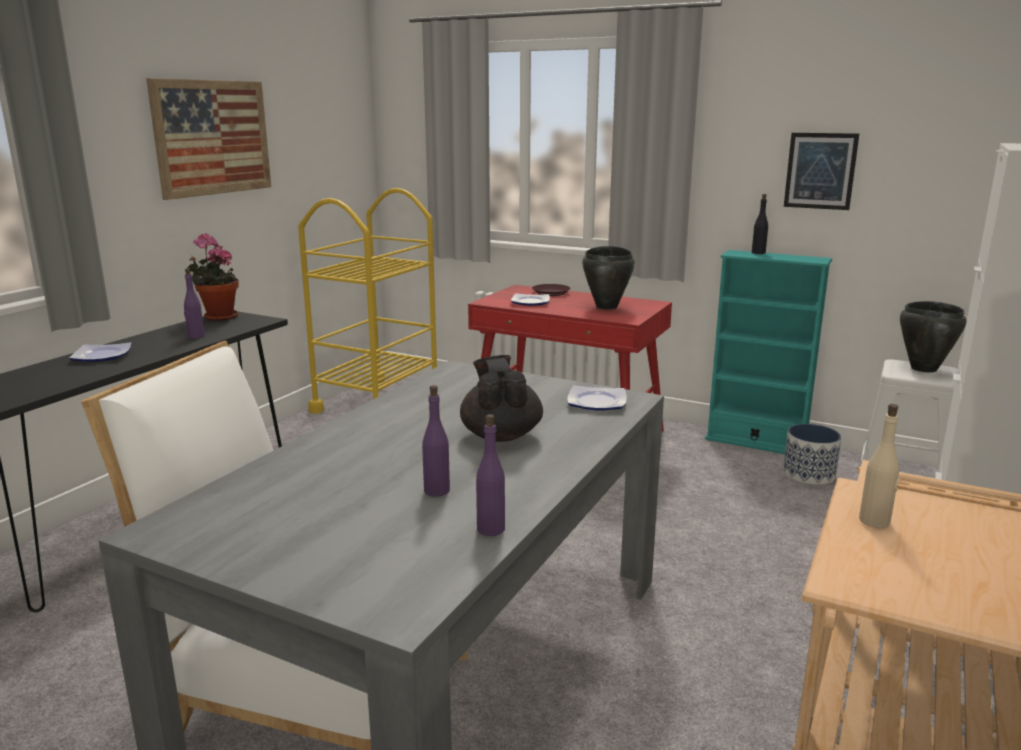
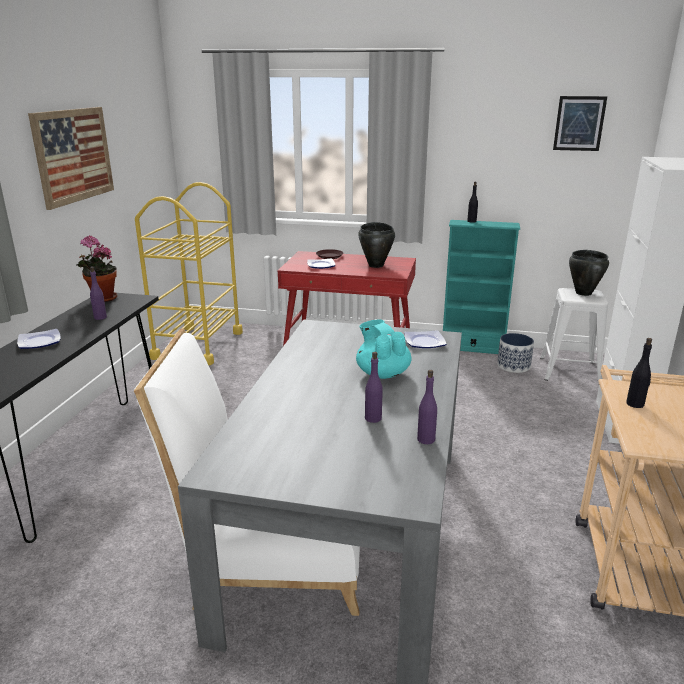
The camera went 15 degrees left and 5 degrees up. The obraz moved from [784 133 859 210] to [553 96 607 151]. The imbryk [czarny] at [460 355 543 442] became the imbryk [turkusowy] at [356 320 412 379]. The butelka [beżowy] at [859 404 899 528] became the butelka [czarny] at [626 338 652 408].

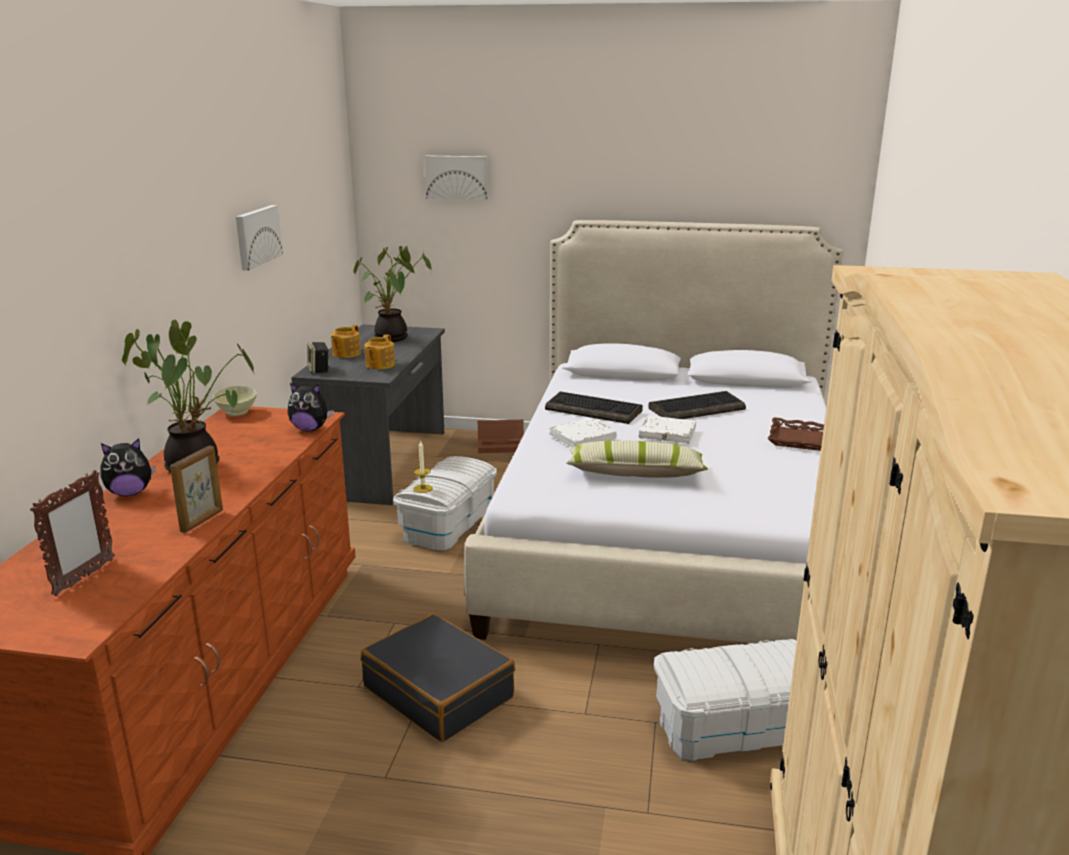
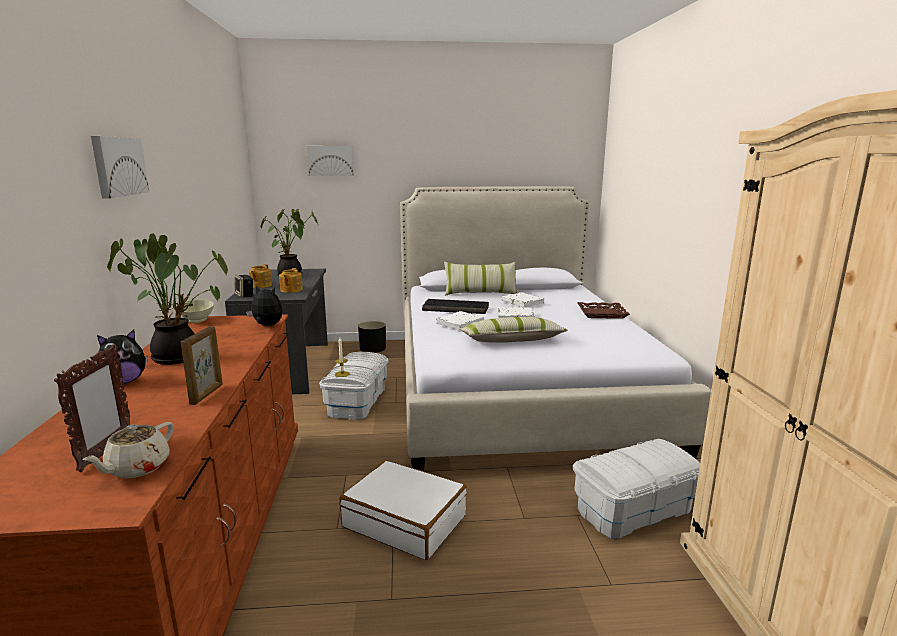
The camera went 15 degrees left and 5 degrees down. The obraz moved from [236 205 283 271] to [91 136 149 199]. The pluszak at [288 383 334 431] turned 150 degrees counterclockwise. The klawiatura at [648 391 746 419] was replaced by the książka [biały] at [502 292 544 307]. The pojemnik do przechowywania [brązowy] at [478 420 524 453] was replaced by the donica [czarny] at [358 321 386 353]. The walizka [czarny] at [361 613 515 742] became the walizka [biały] at [340 460 467 560]. The poduszka at [444 262 517 296] appeared. The imbryk [beżowy] at [82 422 174 478] appeared.

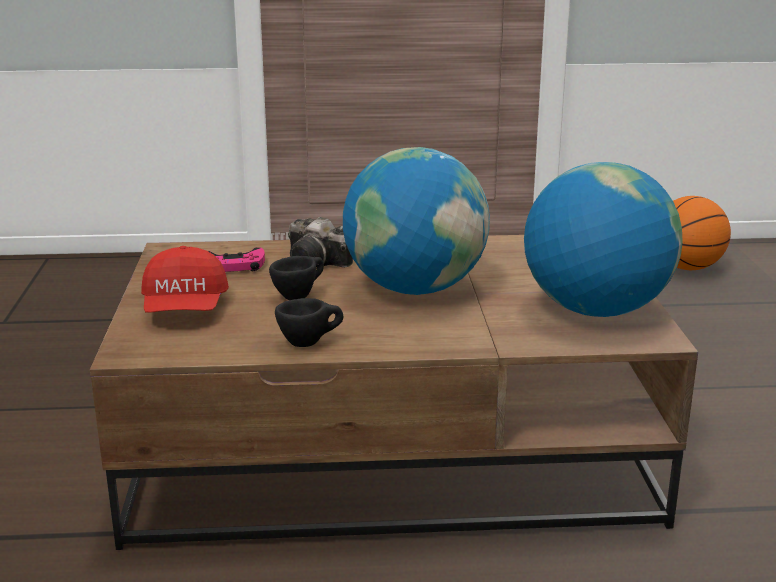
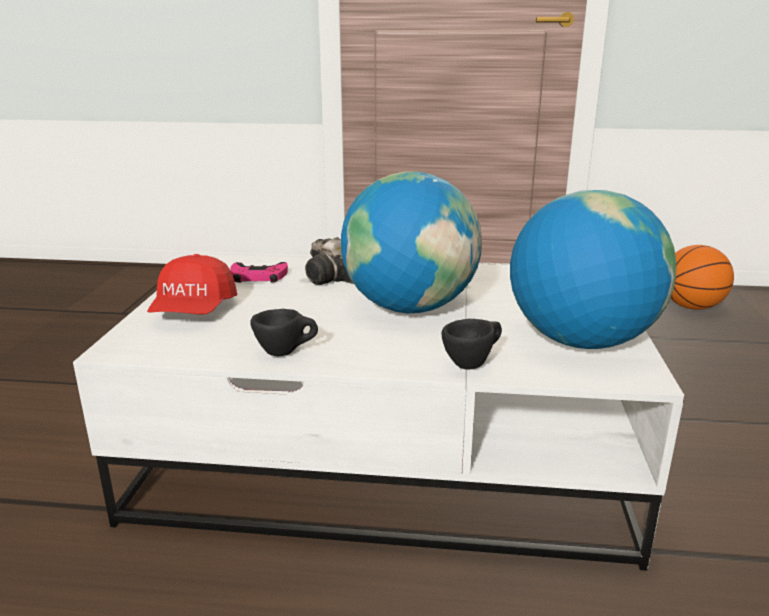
The camera went 10 degrees right and 0 degrees up. The ława [brązowy] at [90 235 698 550] became the ława [biały] at [73 254 685 571]. The filiżanka [czarny] moved from [269 256 324 300] to [442 319 502 369].

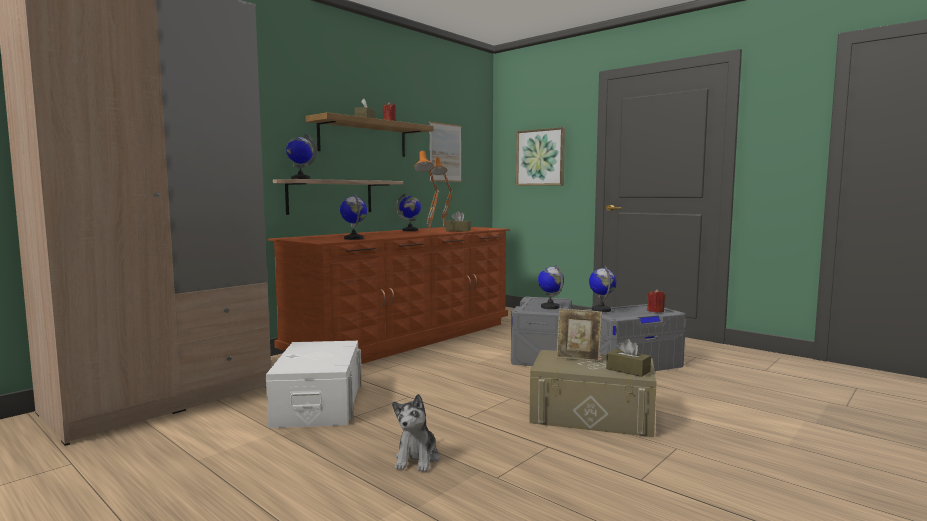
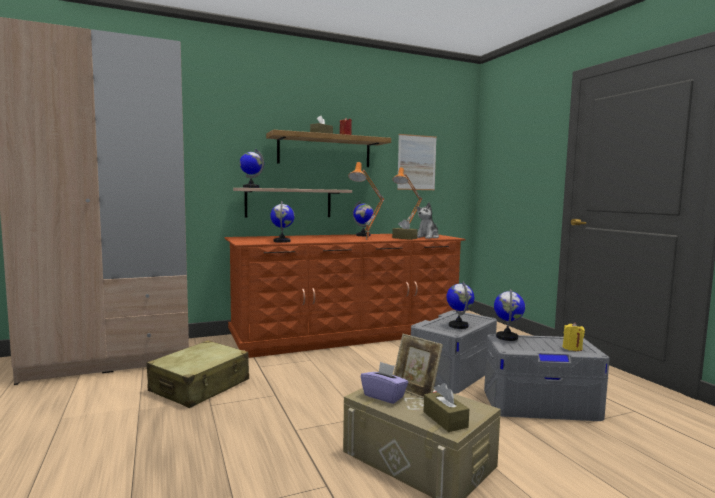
The camera went 25 degrees right and 0 degrees up. The obraz at [516 127 565 186] disappeared. The świeca [czerwony] at [647 289 666 313] became the świeca [żółty] at [562 322 585 351]. The pojemnik do przechowywania [biały] at [265 341 362 428] was replaced by the walizka [beżowy] at [147 340 249 408]. The pluszak moved from [392 394 439 472] to [417 202 439 239]. The pudełko chusteczek [fioletowy] at [361 362 408 404] appeared.

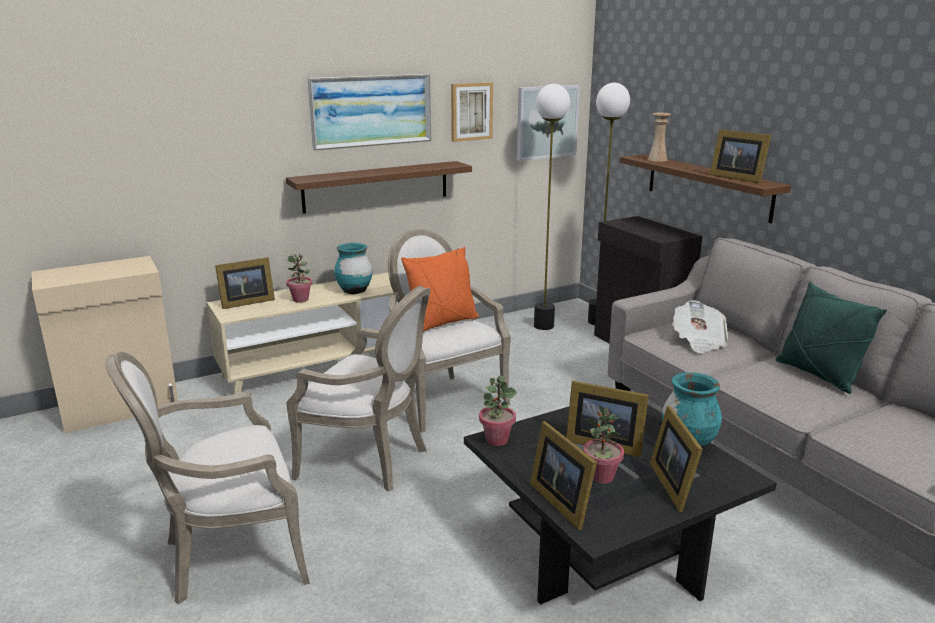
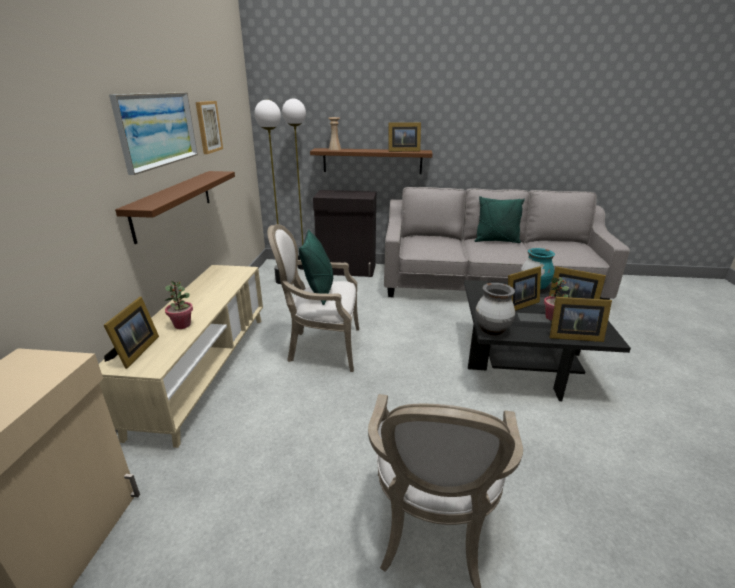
The camera went 55 degrees left and 5 degrees up. The obraz at [517 85 580 161] disappeared. The wazon [turkusowy] at [334 243 372 294] disappeared. The poduszka [pomarańczowy] at [401 247 479 332] became the poduszka [zielony] at [299 229 334 305]. The fotel at [286 286 430 492] disappeared. The gazeta at [672 300 728 353] disappeared. The roślina doniczkowa at [479 376 517 446] was replaced by the wazon [szary] at [475 283 515 335].

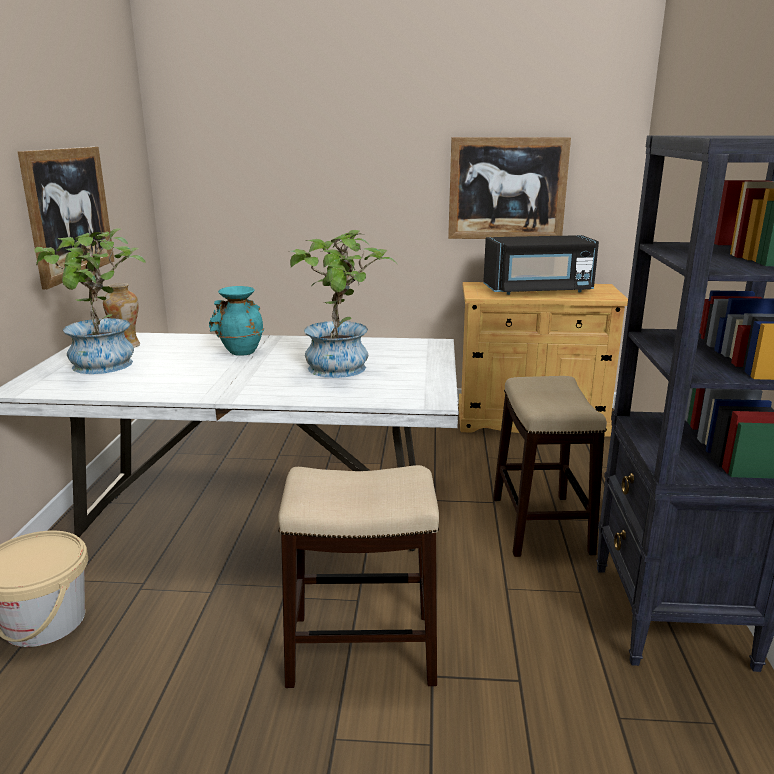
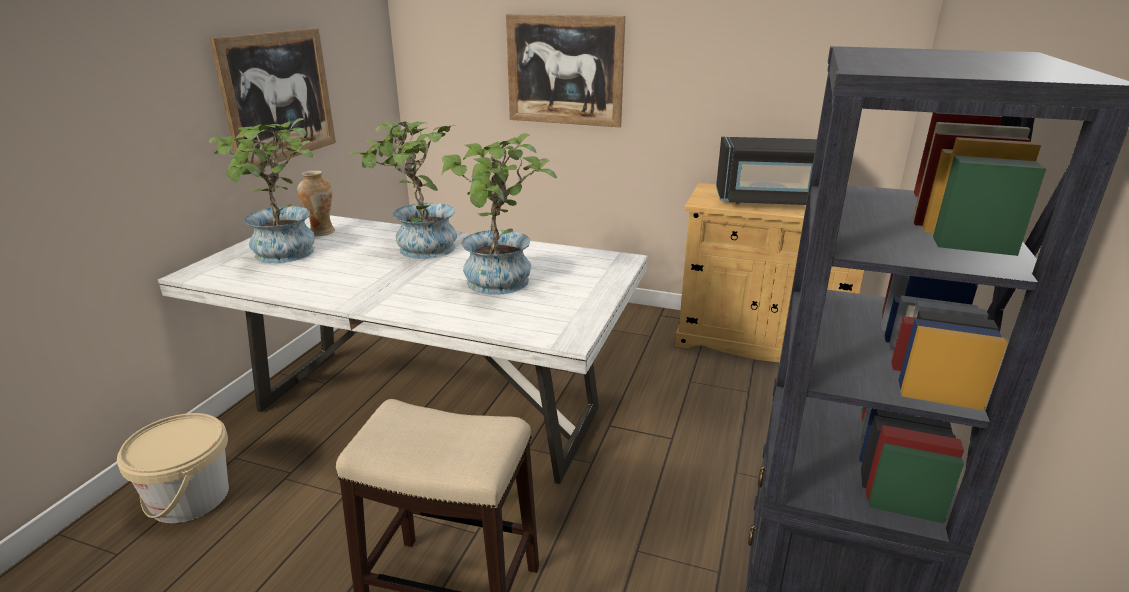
The camera went 15 degrees right and 5 degrees up. The obraz moved from [448 137 571 239] to [506 14 625 127]. The wazon [turkusowy] at [209 286 264 356] was replaced by the roślina doniczkowa at [349 122 457 259]. The stołek at [493 376 607 557] disappeared.

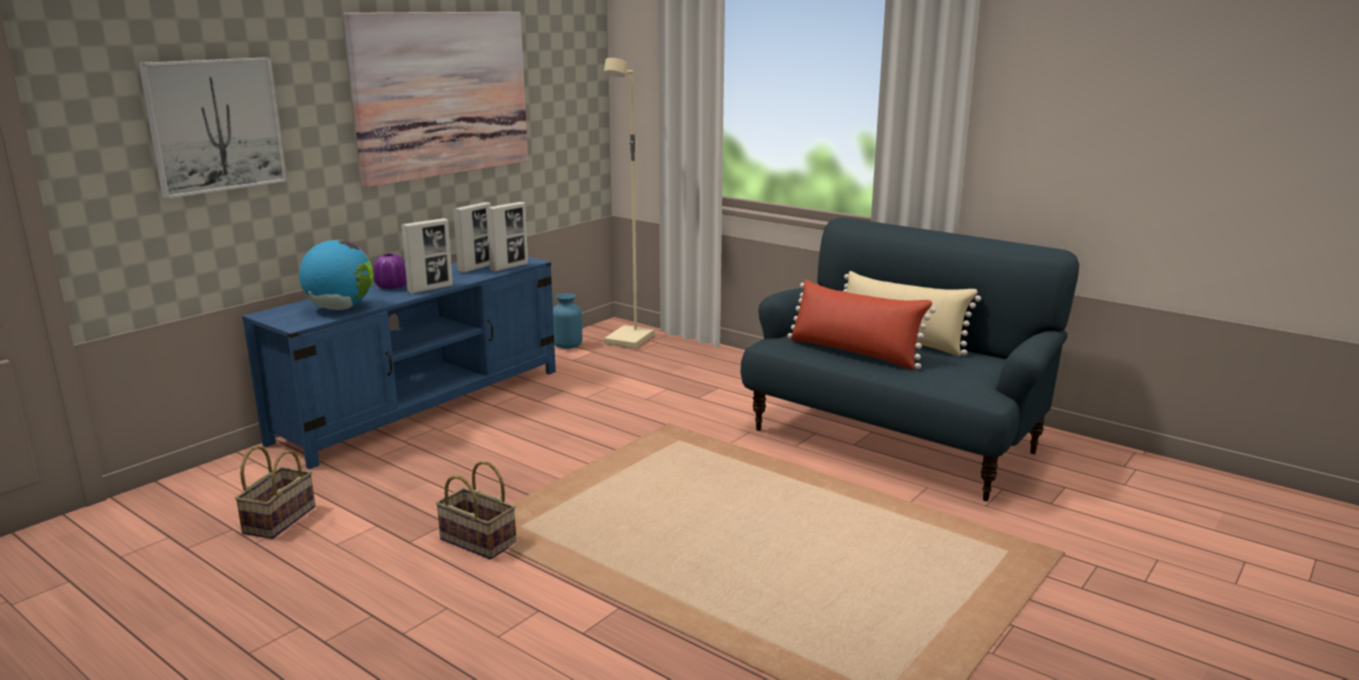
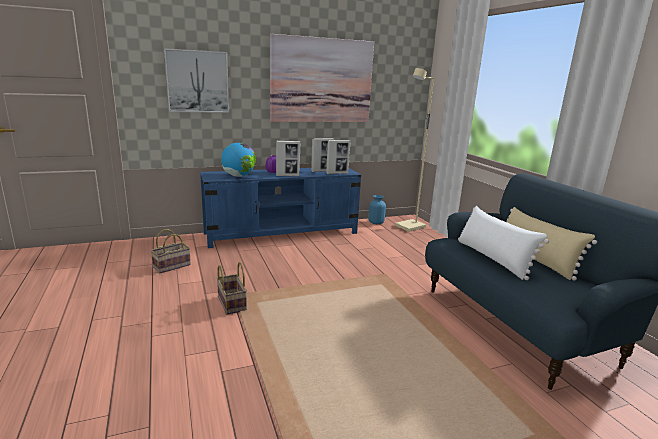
The camera went 30 degrees right and 0 degrees up. The poduszka [czerwony] at [787 280 936 370] became the poduszka [biały] at [458 206 549 280].

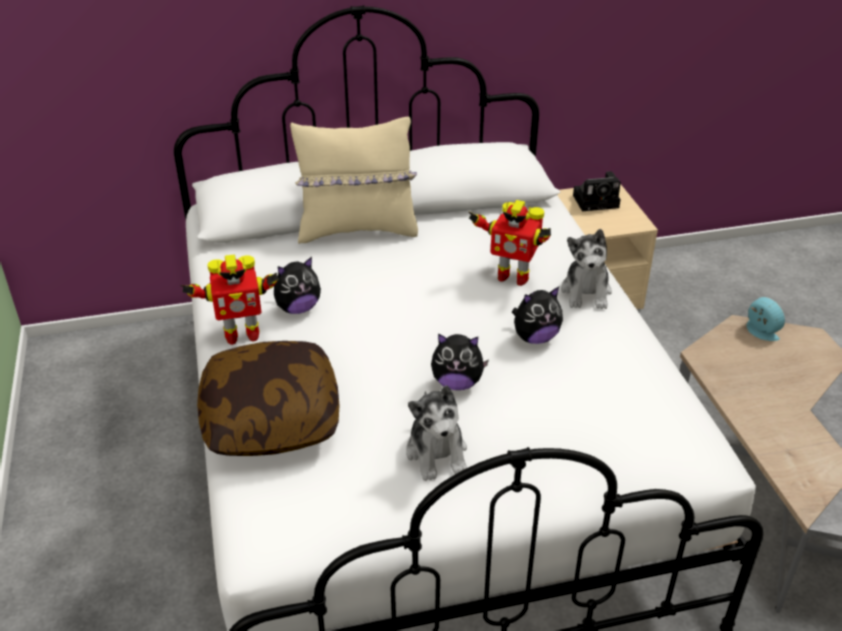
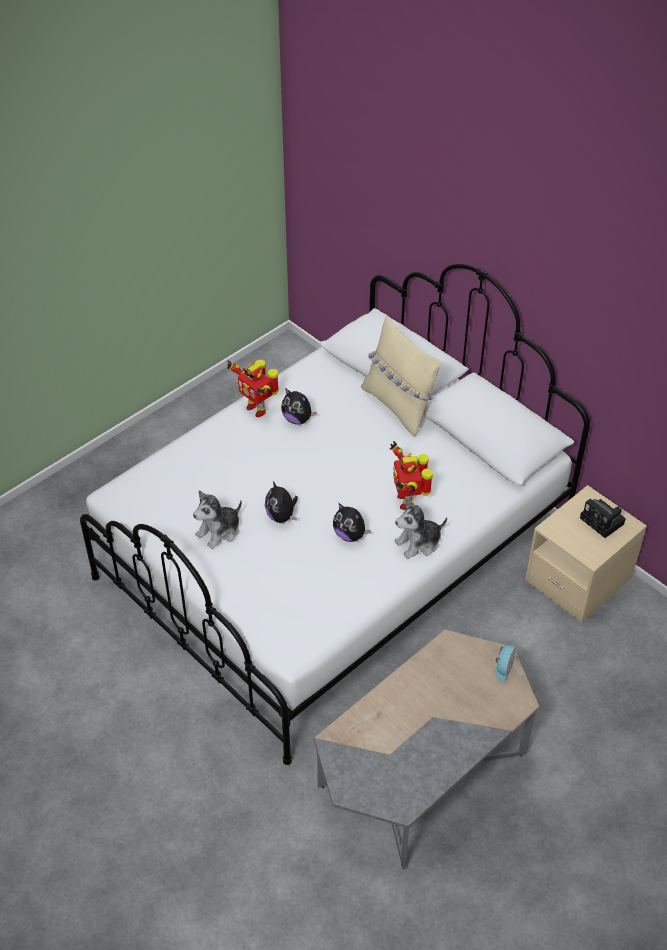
The camera went 60 degrees right and 10 degrees up. The poduszka at [197 341 339 456] disappeared.

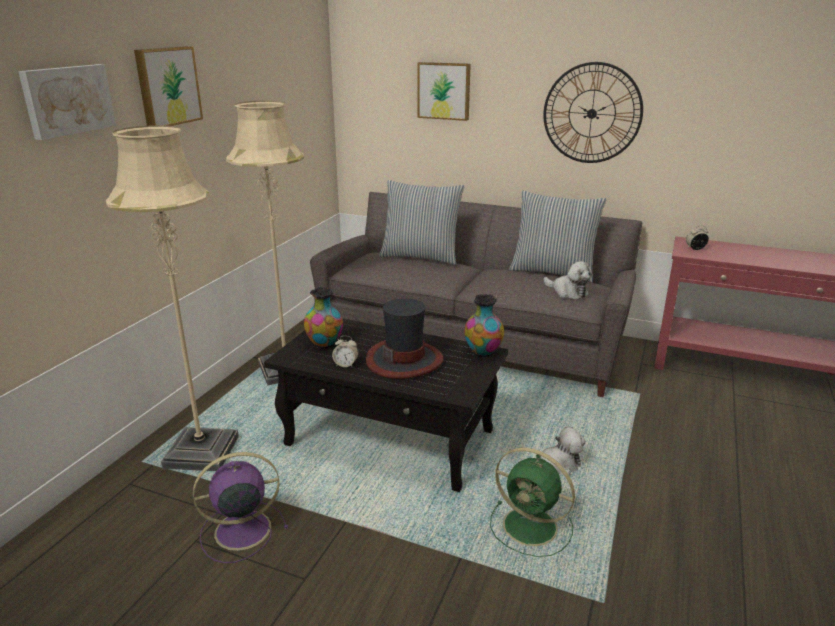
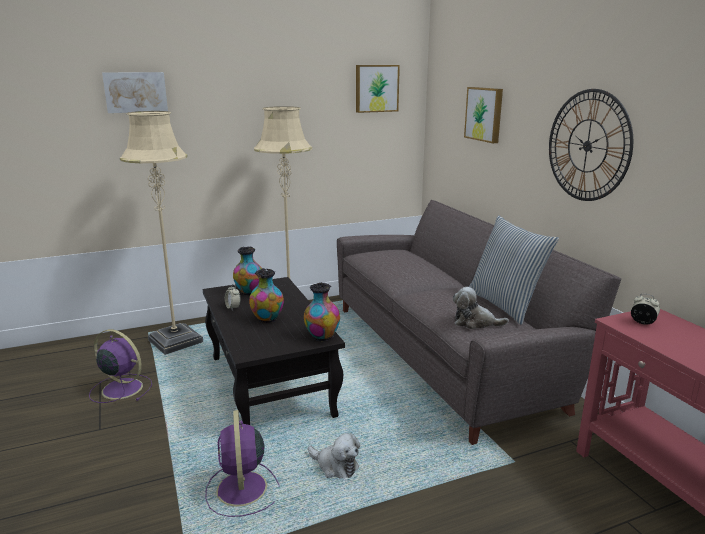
The camera went 45 degrees right and 5 degrees down. The obraz moved from [134 46 203 126] to [356 65 400 113]. The poduszka at [379 180 465 265] disappeared. The pluszak at [544 261 592 299] turned 105 degrees clockwise. The kapelusz at [366 298 443 379] was replaced by the wazon at [249 268 284 323]. The wentylator [zielony] at [490 448 575 557] became the wentylator [fioletowy] at [205 410 280 517].

